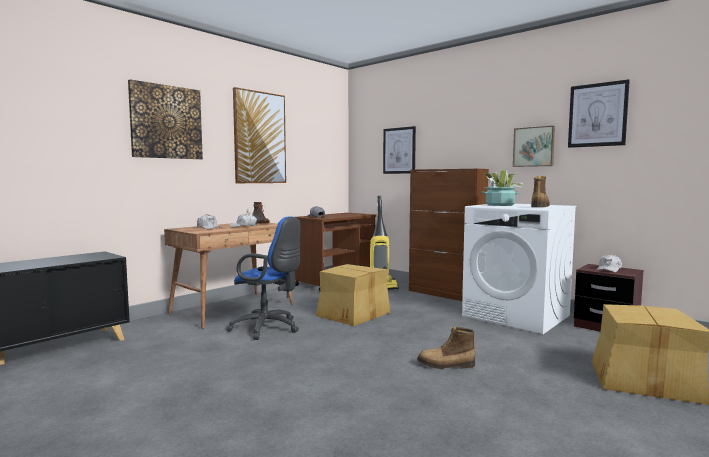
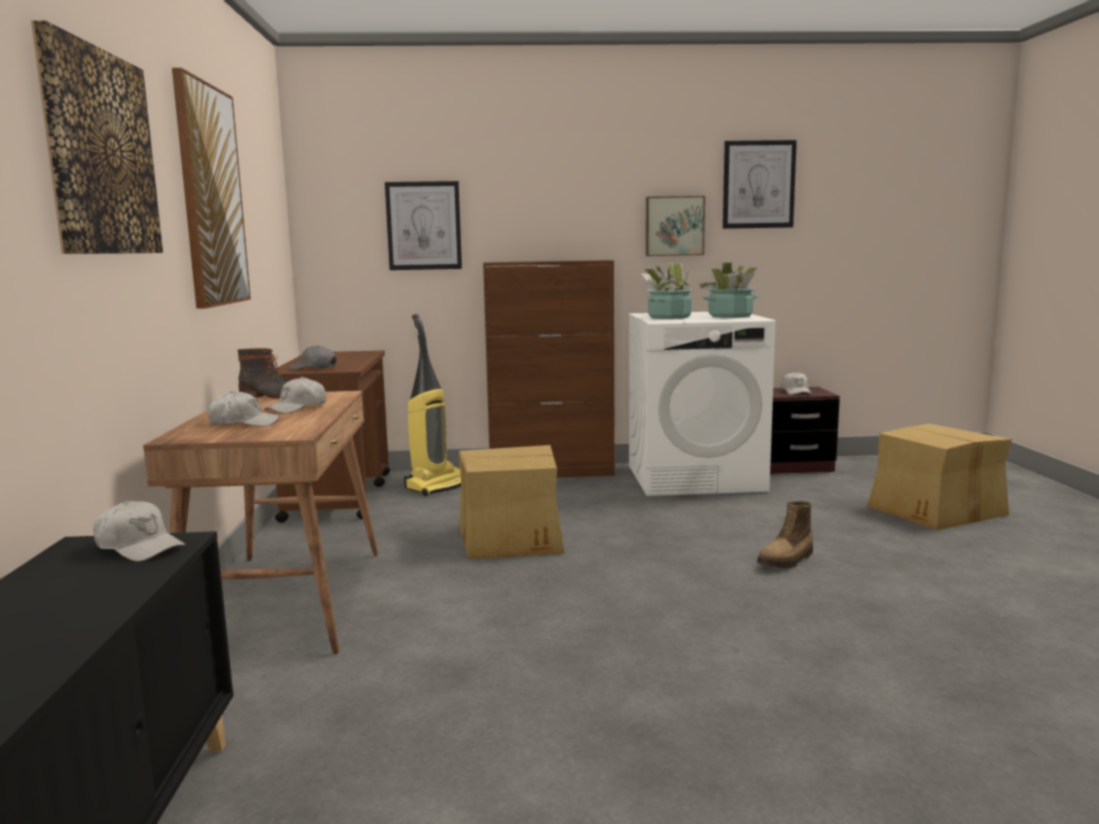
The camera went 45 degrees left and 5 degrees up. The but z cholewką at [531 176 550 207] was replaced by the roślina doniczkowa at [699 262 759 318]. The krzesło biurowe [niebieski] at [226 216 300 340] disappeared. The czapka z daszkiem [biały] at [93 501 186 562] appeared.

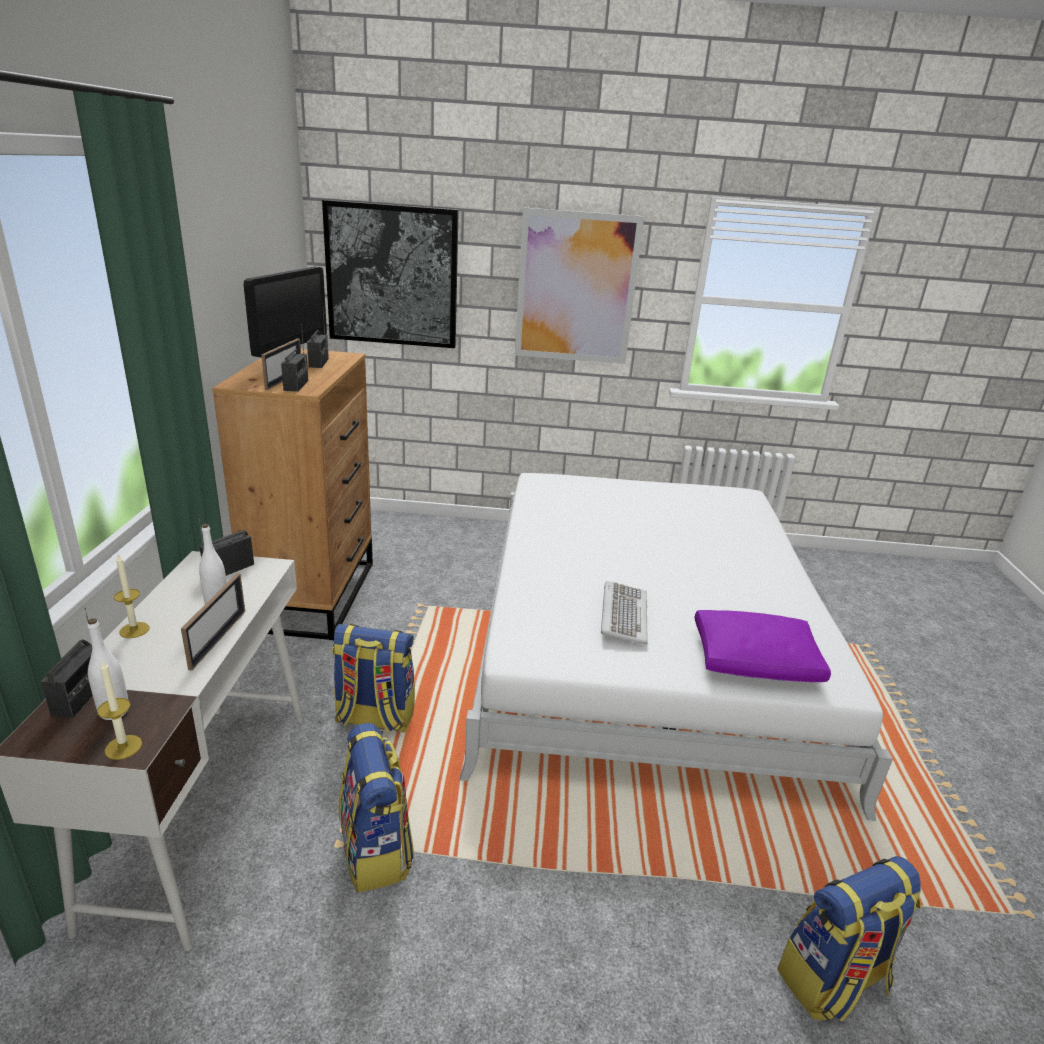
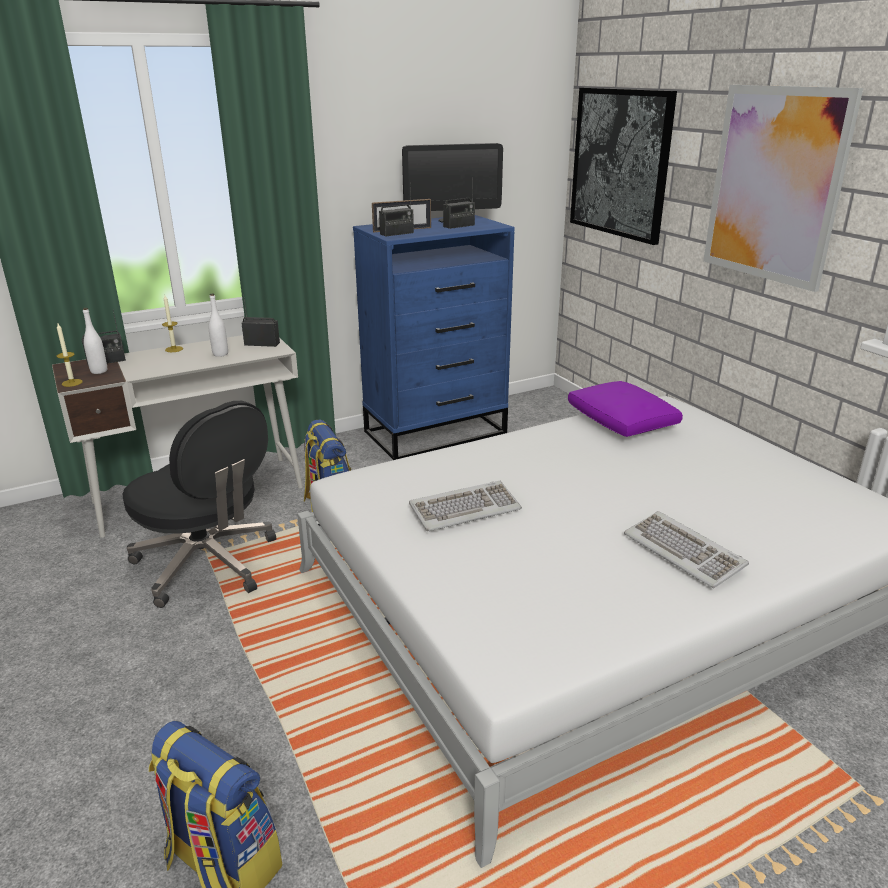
The camera went 60 degrees right and 0 degrees up. The komoda [brązowy] at [212 349 373 640] became the komoda [niebieski] at [353 215 515 460]. The ramka na zdjęcie at [181 573 245 671] disappeared. The poduszka [fioletowy] moved from [695 610 831 682] to [568 381 683 437]. The plecak at [338 723 414 892] was replaced by the krzesło biurowe [czarny] at [122 401 276 608]. The klawiatura at [624 511 749 588] appeared.

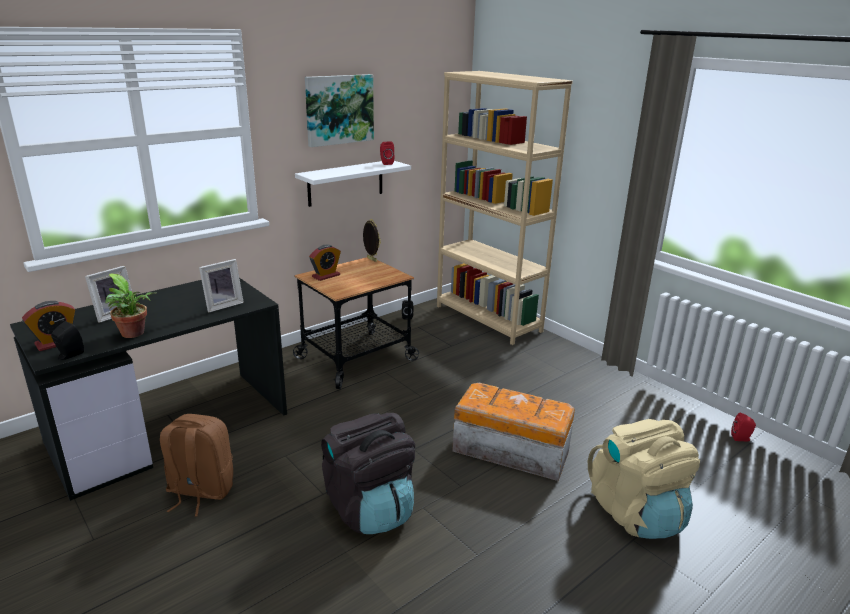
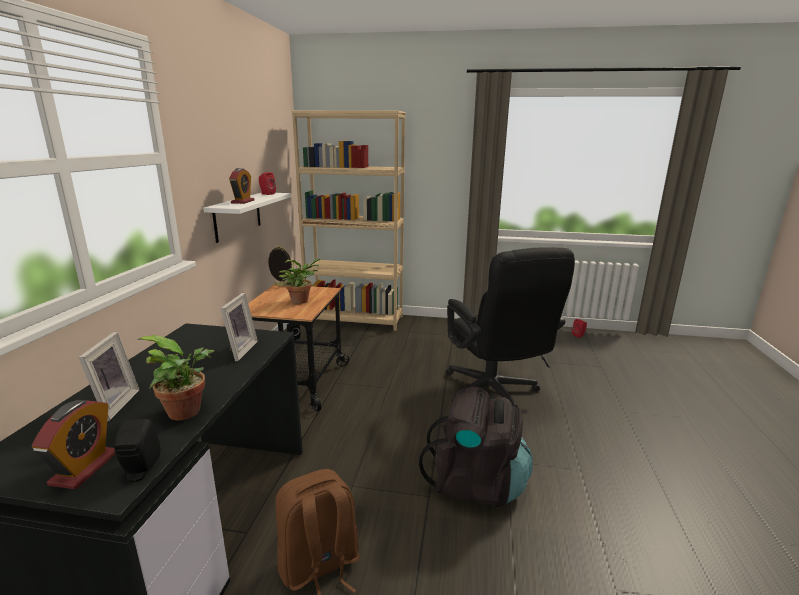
The camera went 40 degrees left and 5 degrees down. The obraz at [305 74 374 147] disappeared. The budzik moved from [309 245 341 281] to [229 168 255 204]. The pojemnik do przechowywania at [452 383 575 481] was replaced by the krzesło biurowe [czarny] at [446 247 575 407]. The plecak [beżowy] at [588 419 700 539] disappeared. The roślina doniczkowa at [279 258 323 304] appeared.

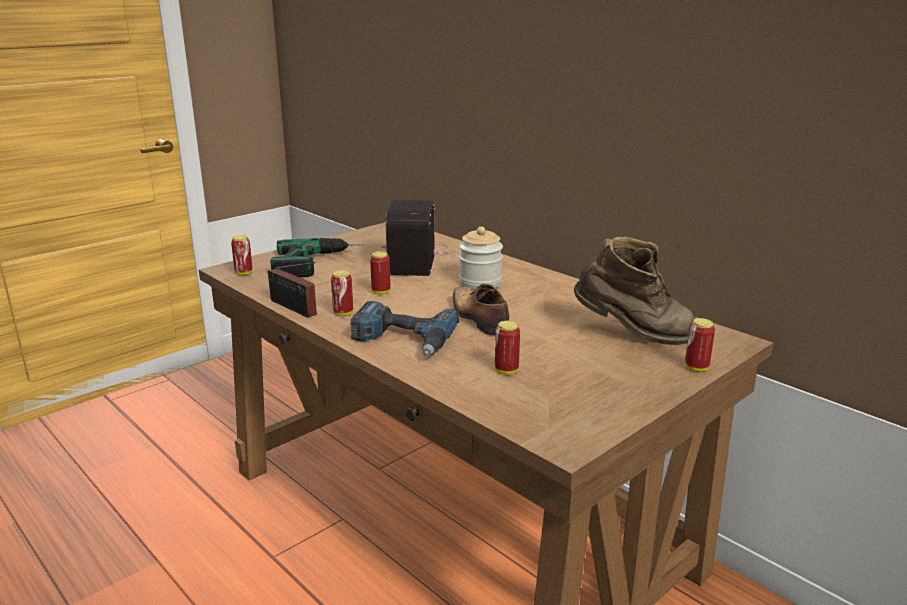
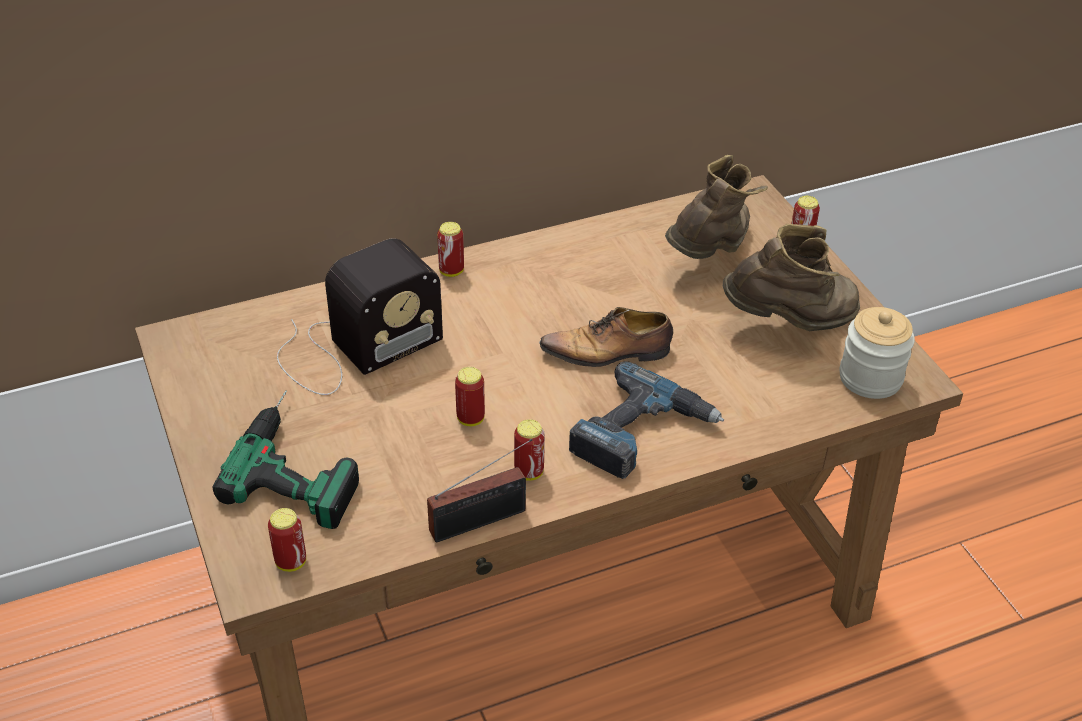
The camera went 70 degrees left and 20 degrees up. The radio at [381 200 461 276] turned 60 degrees counterclockwise. The słoik moved from [459 227 503 289] to [840 307 915 399]. The puszka moved from [495 321 520 374] to [437 222 464 277]. The but z cholewką [brązowy] at [723 224 860 331] appeared.

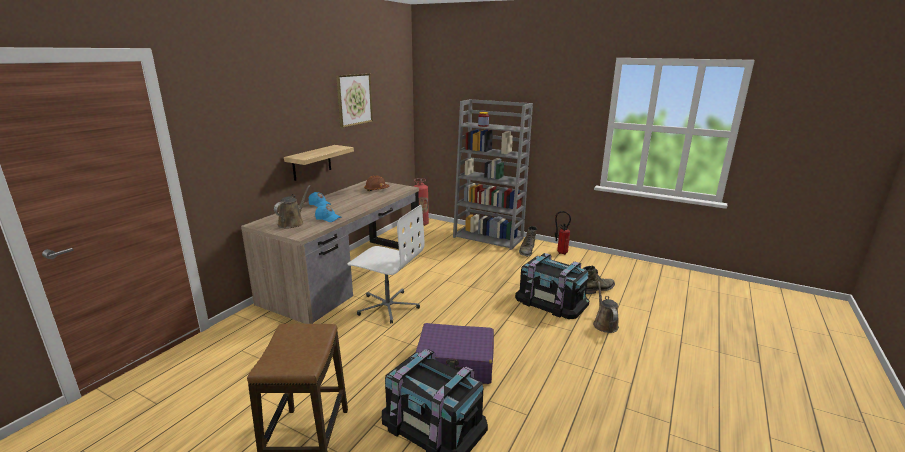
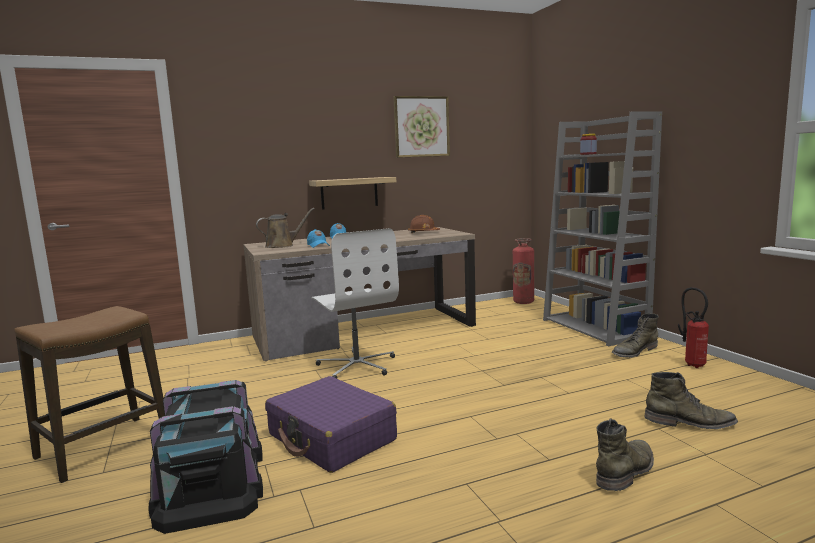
The camera went 40 degrees right and 10 degrees down. The pojemnik do przechowywania [czarny] at [515 253 589 319] disappeared. The konewka [brązowy] at [593 281 619 333] was replaced by the but z cholewką [zielony] at [596 419 654 491].

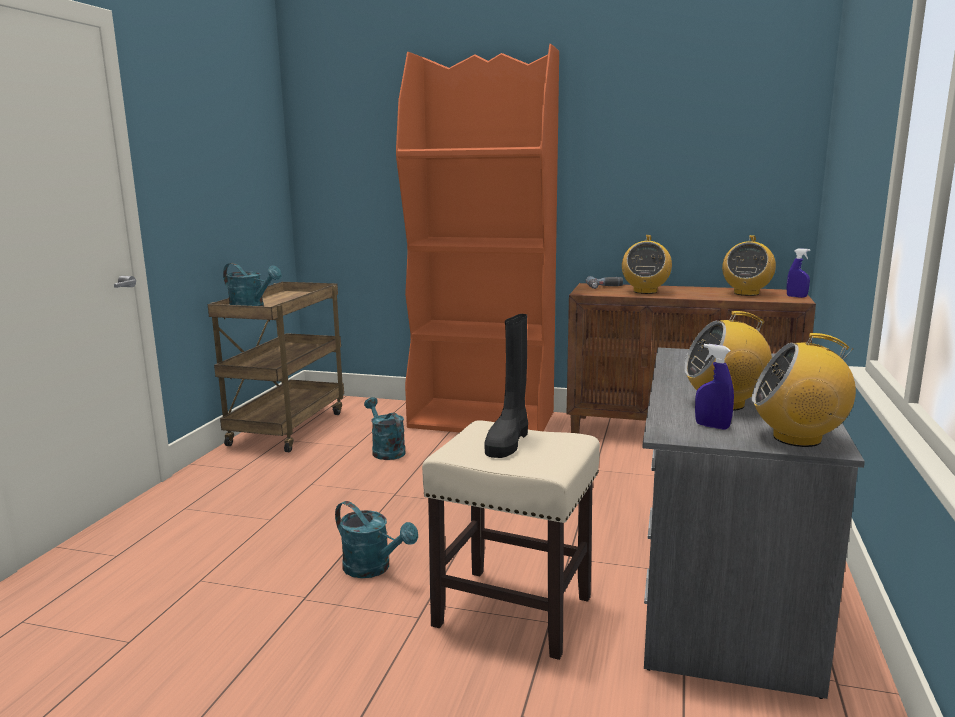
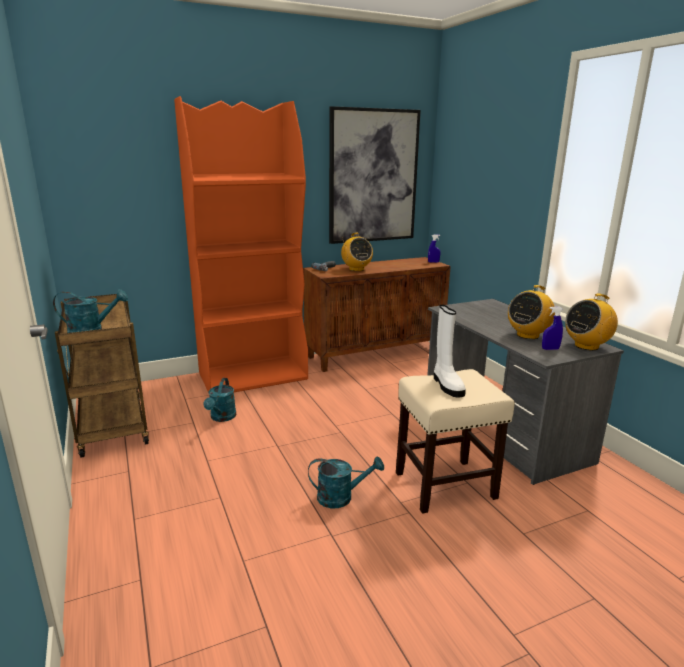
The camera went 40 degrees left and 5 degrees up. The radio at [722 235 776 296] disappeared. The but z cholewką [czarny] at [485 314 528 458] became the but z cholewką [biały] at [434 305 466 398]. The konewka [turkusowy] at [364 397 406 460] turned 105 degrees counterclockwise. The obraz at [329 106 421 244] appeared.

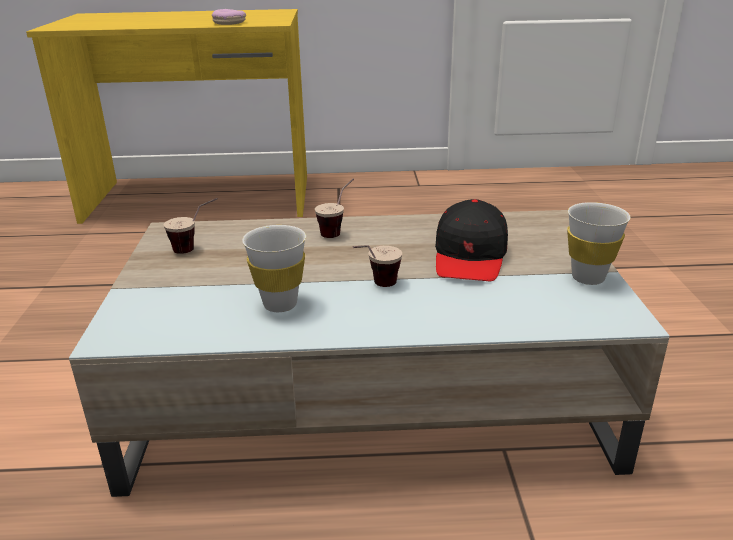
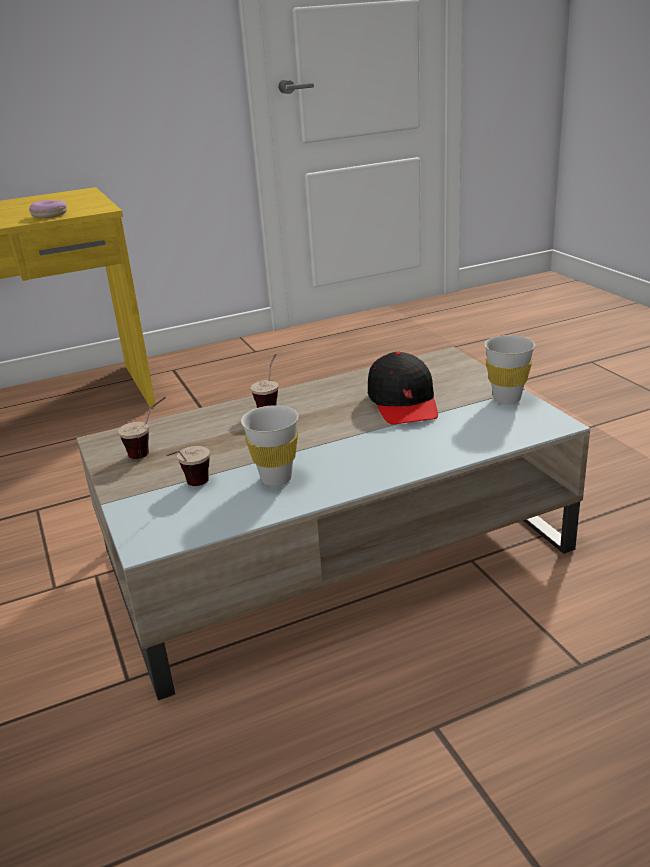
The camera went 20 degrees left and 0 degrees up. The filiżanka moved from [353 245 402 287] to [166 446 210 486].

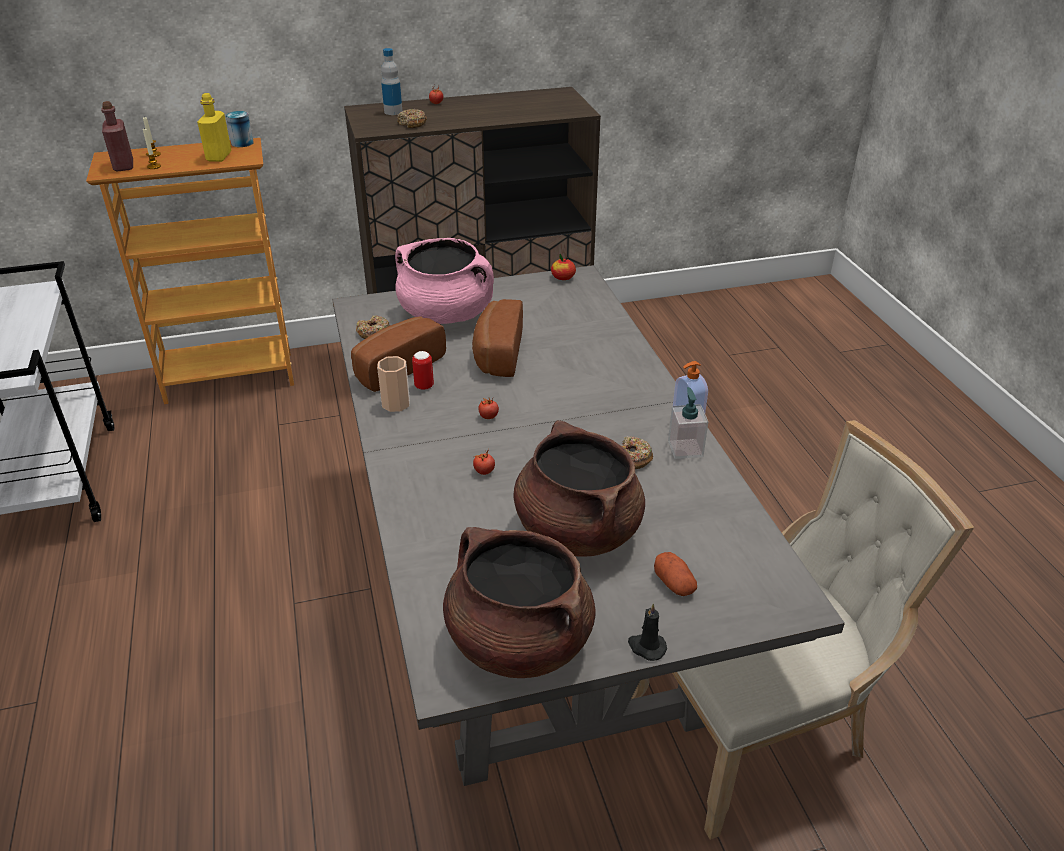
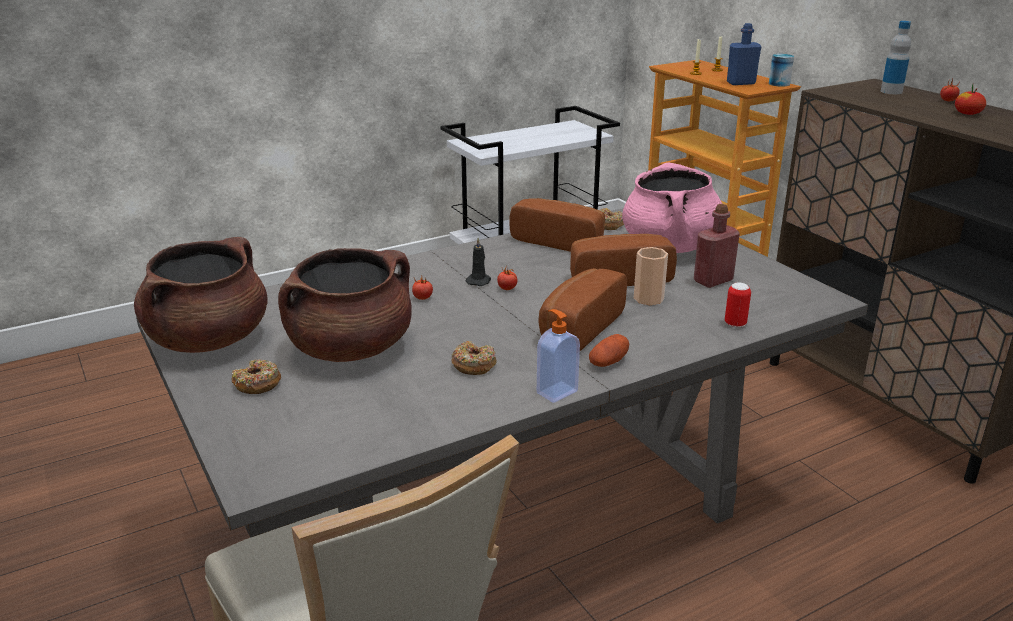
The camera went 75 degrees right and 10 degrees down. The butelka [żółty] at [197 93 232 162] became the butelka [niebieski] at [727 23 761 85]. The butelka [czerwony] moved from [101 101 133 171] to [694 204 740 288]. The donut moved from [398 109 427 128] to [232 359 281 394]. The jabłko moved from [551 254 576 280] to [955 84 986 115]. The puszka moved from [412 351 434 390] to [725 283 751 328]. The filiżanka moved from [377 356 410 412] to [634 247 668 305]. The dozownik mydła at [668 387 708 459] disappeared. The ziemniak moved from [654 552 697 596] to [589 334 629 367]. The świeca [czarny] moved from [628 603 667 661] to [466 238 491 286]. The chleb at [538 268 627 351] appeared.

